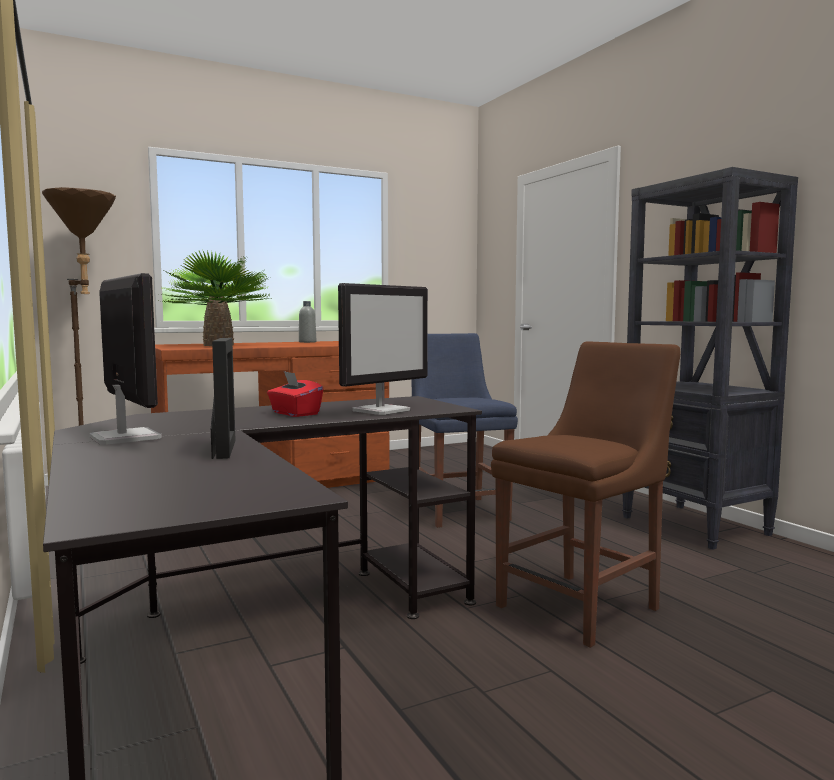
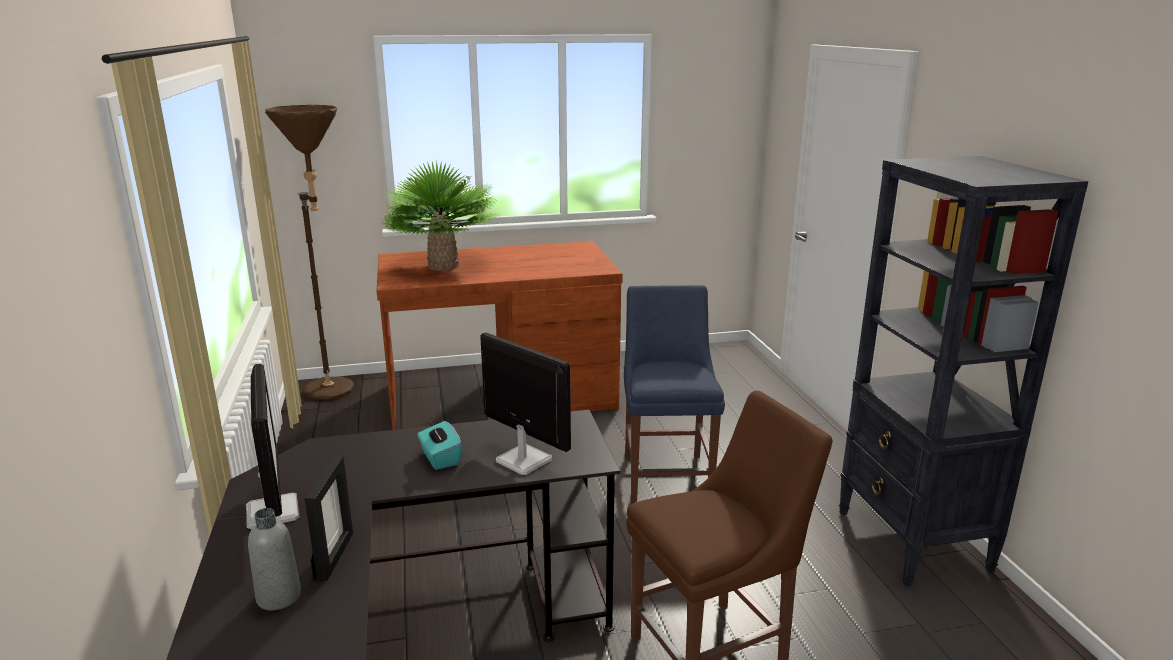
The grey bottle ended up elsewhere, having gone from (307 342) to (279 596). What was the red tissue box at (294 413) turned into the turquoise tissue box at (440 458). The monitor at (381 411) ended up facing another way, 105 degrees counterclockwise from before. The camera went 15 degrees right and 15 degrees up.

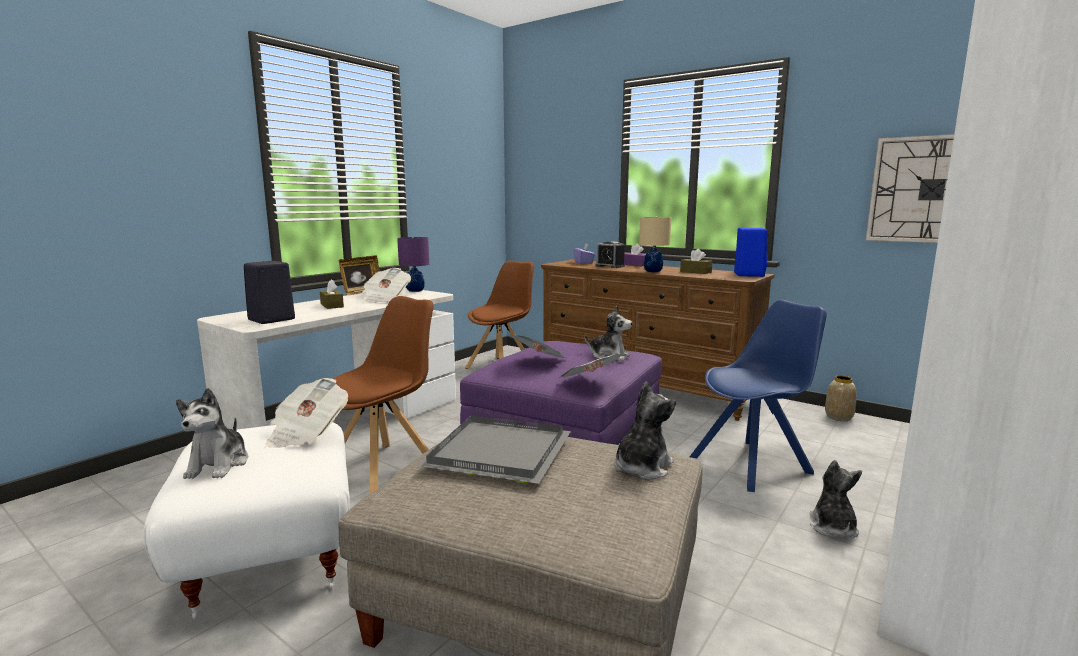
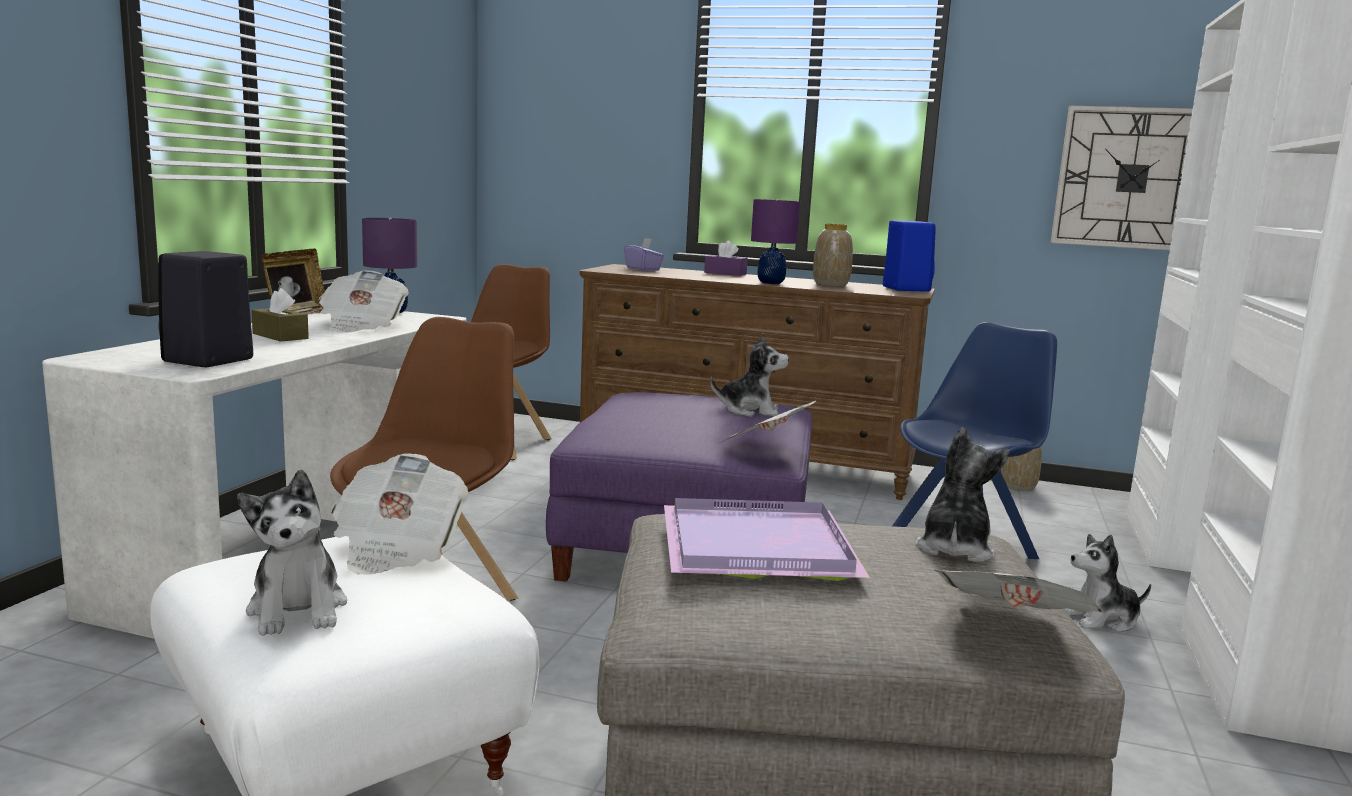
What was the grey tray at (500 454) turned into the purple tray at (761 548). What was the beige table lamp at (652 271) turned into the purple table lamp at (770 283). Where the brown tissue box stood at (695 272), the vase came to stand at (830 284). The newspaper ended up elsewhere, having gone from (540 362) to (1011 632). The plush toy at (832 527) ended up facing another way, 90 degrees counterclockwise from before. The second view lost the alarm clock at (610 266). The camera went 20 degrees left and 0 degrees up.

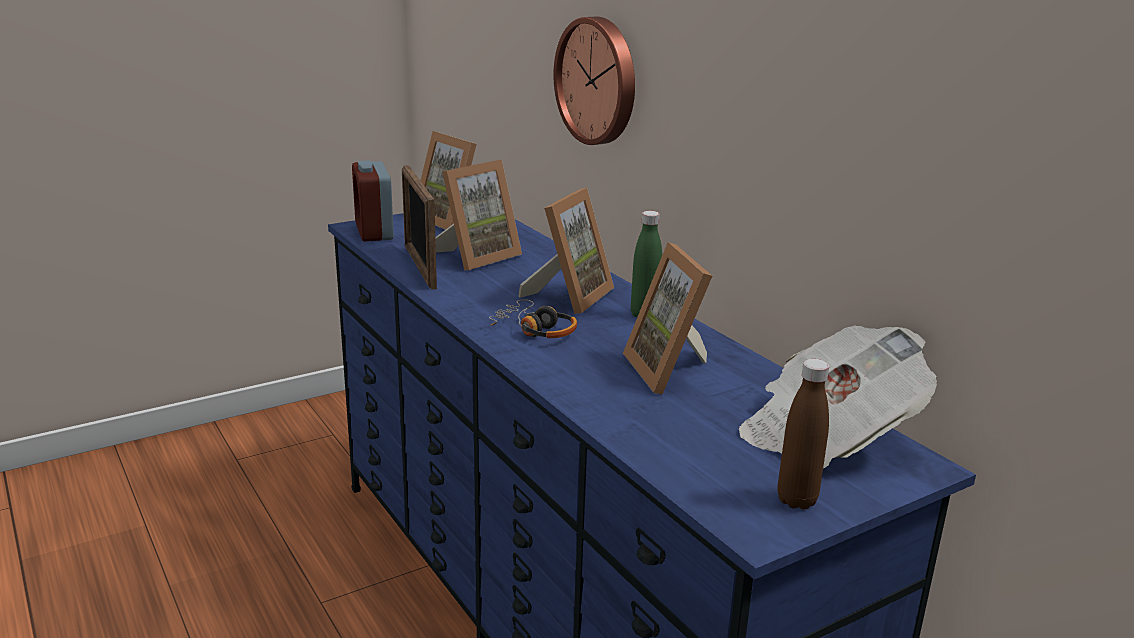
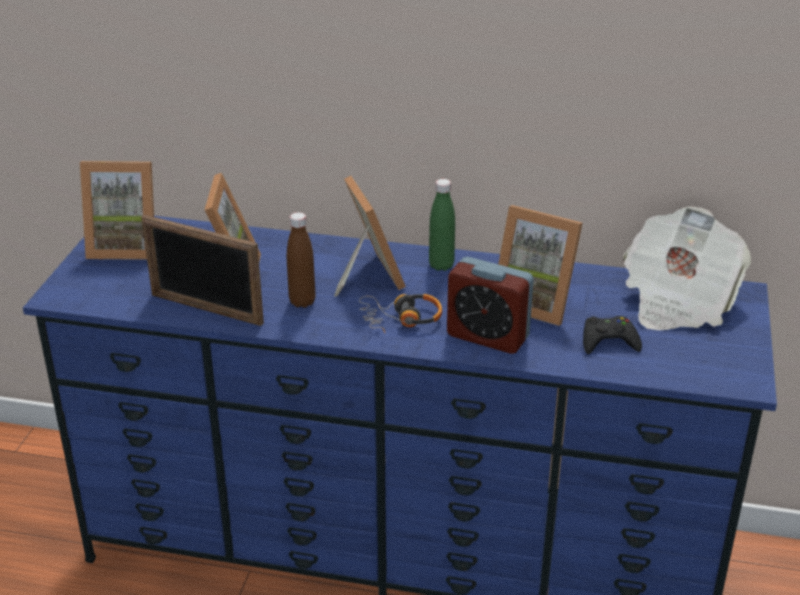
The brown bottle ended up elsewhere, having gone from (796 500) to (302 302). The alarm clock ended up elsewhere, having gone from (374 232) to (487 336). The second view gained the black game controller at (608 341). The second view lost the wall clock at (599 81). The camera went 45 degrees left and 10 degrees up.

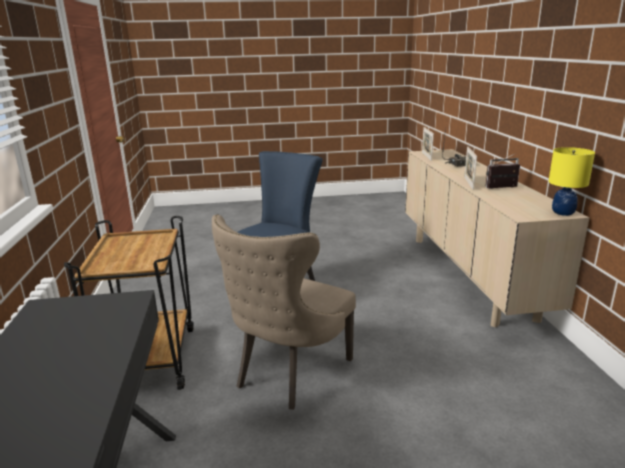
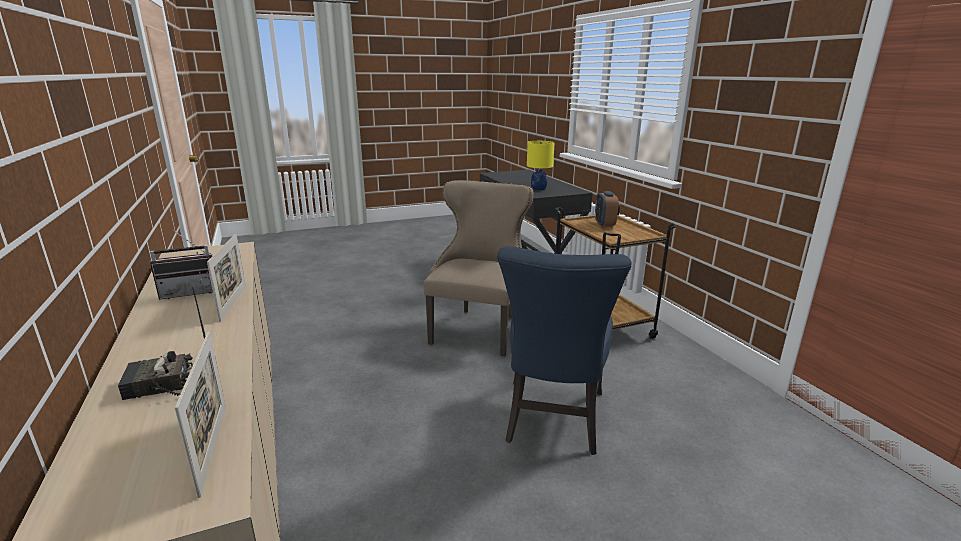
The yellow table lamp ended up elsewhere, having gone from (561 213) to (539 189). The second view gained the alarm clock at (604 224). The camera went 165 degrees right and 0 degrees up.

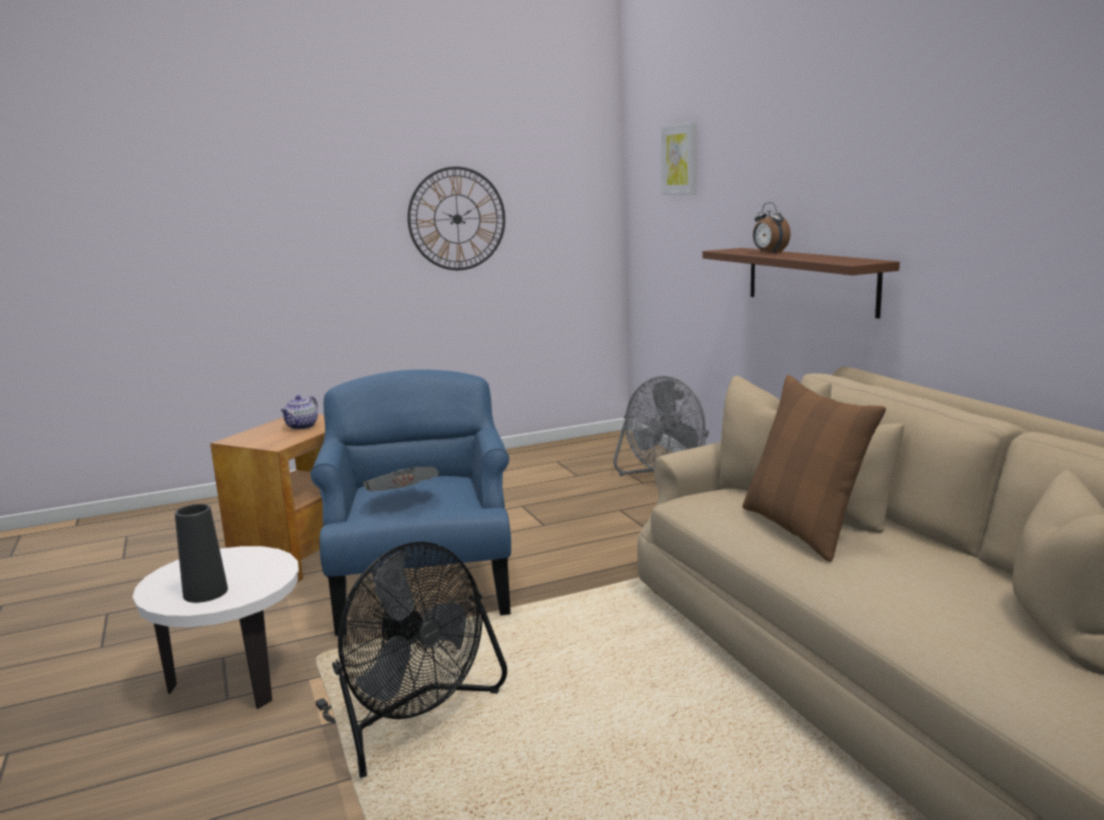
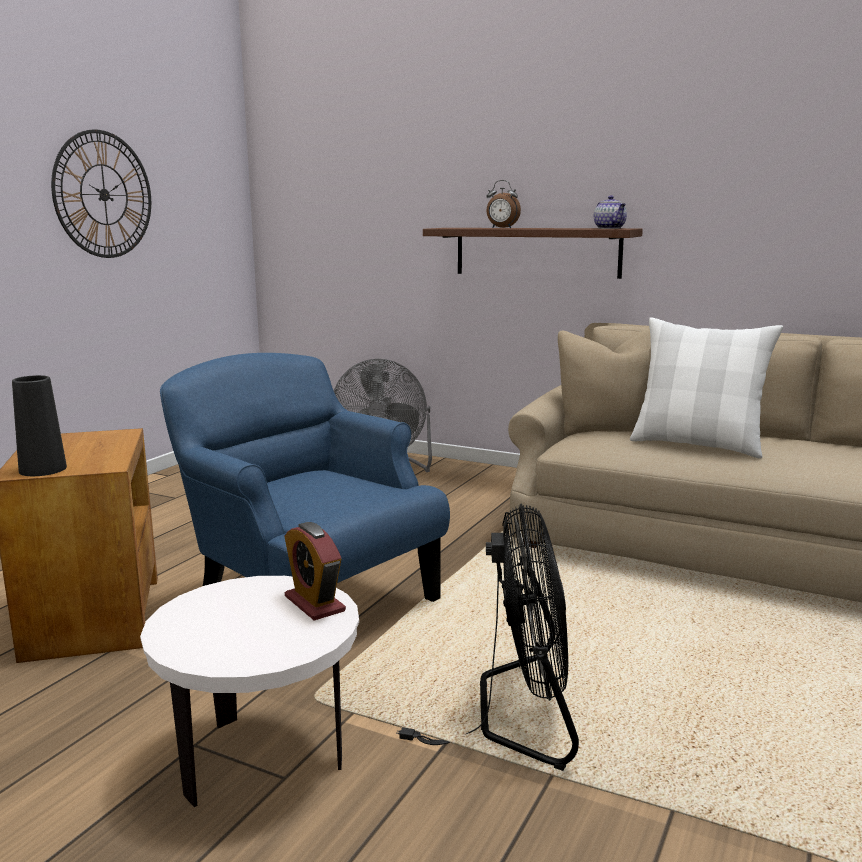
The black vase ended up elsewhere, having gone from (205 592) to (43 469). The second view gained the alarm clock at (314 604). The teapot ended up elsewhere, having gone from (301 427) to (610 228). What was the brown pillow at (802 529) turned into the white pillow at (698 445). The second view lost the newspaper at (403 500). The second view lost the picture at (680 159). The camera went 40 degrees left and 0 degrees up.

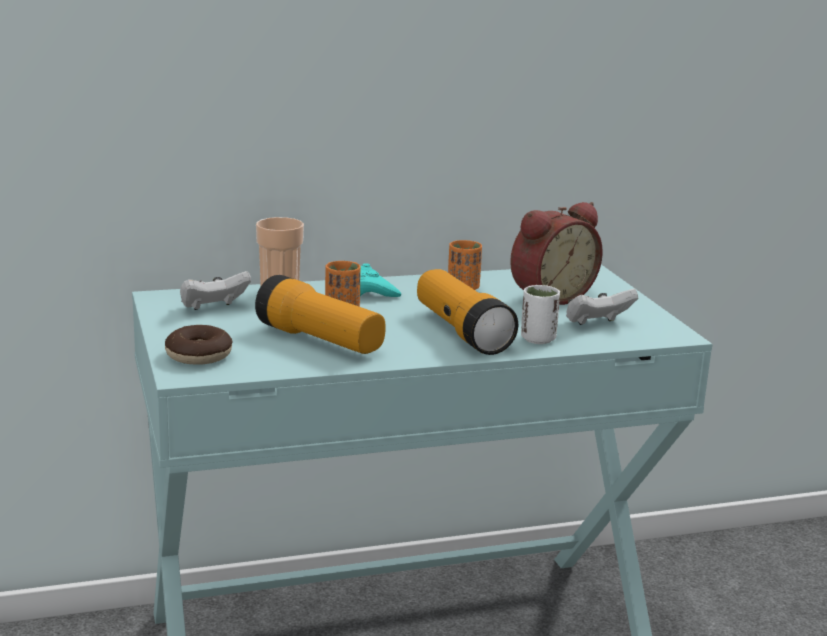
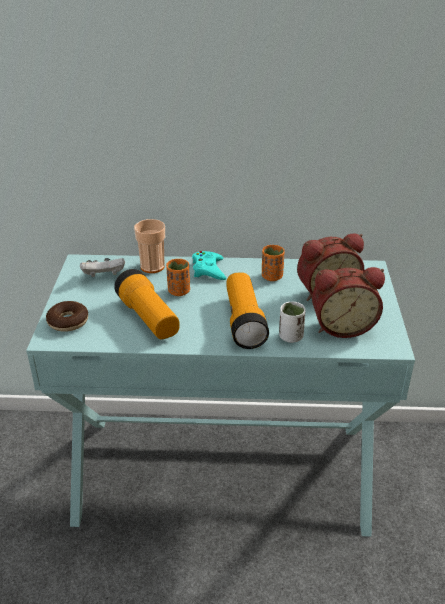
Where the white game controller stood at (597 324), the alarm clock came to stand at (342 326). The camera went 20 degrees right and 15 degrees up.

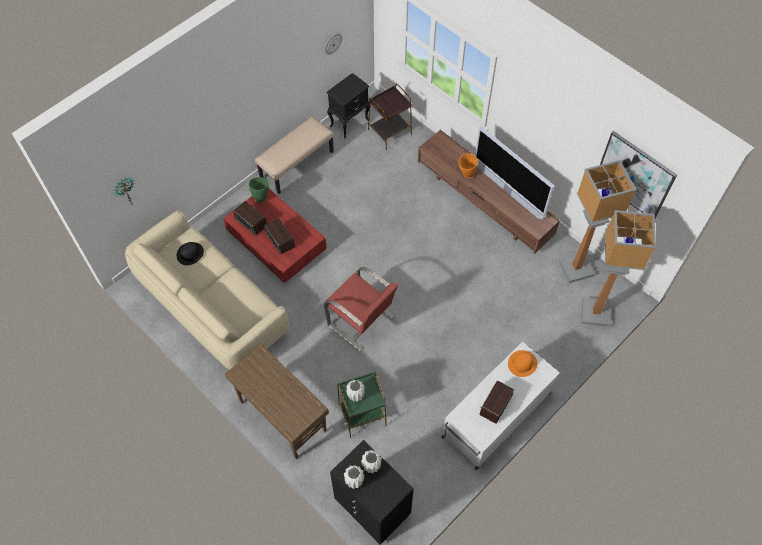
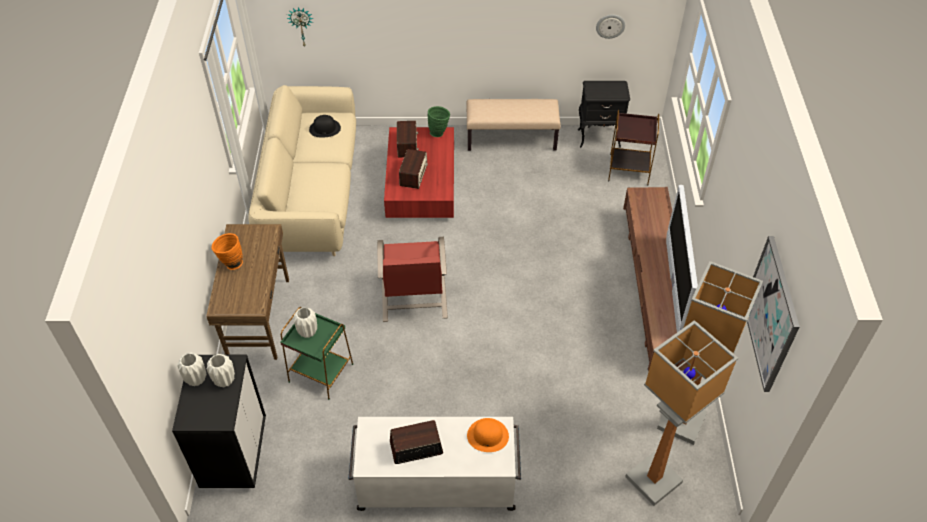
The orange vase ended up elsewhere, having gone from (466 175) to (231 263). The camera went 45 degrees right and 10 degrees down.

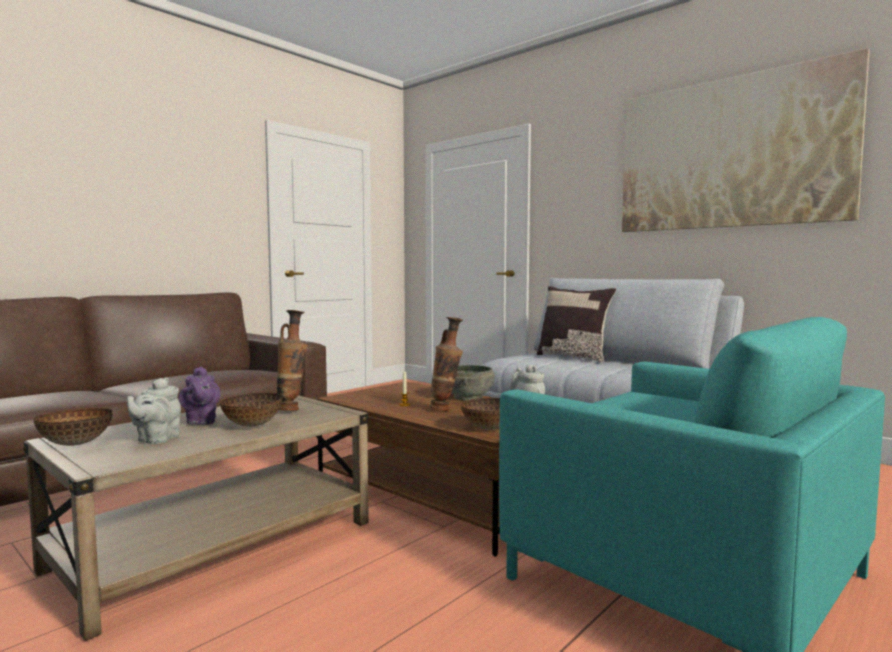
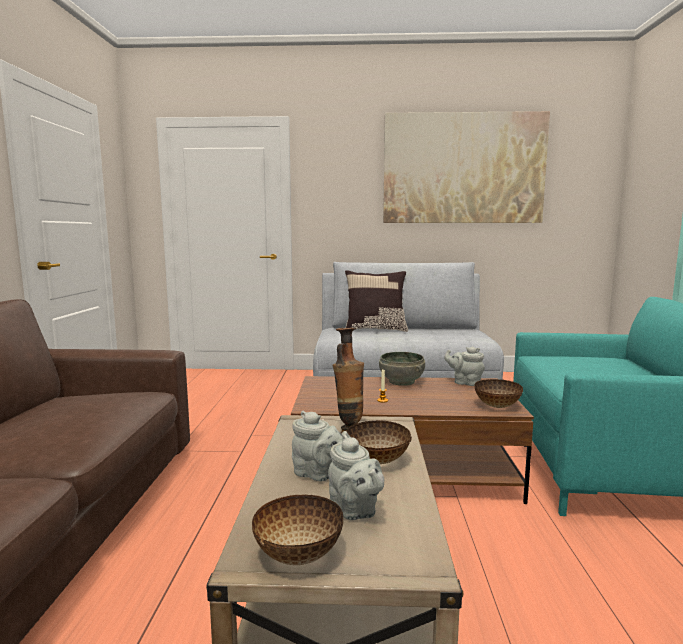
What was the purple teapot at (201 422) turned into the grey teapot at (319 474). The second view lost the vase at (446 410). The camera went 40 degrees left and 5 degrees up.

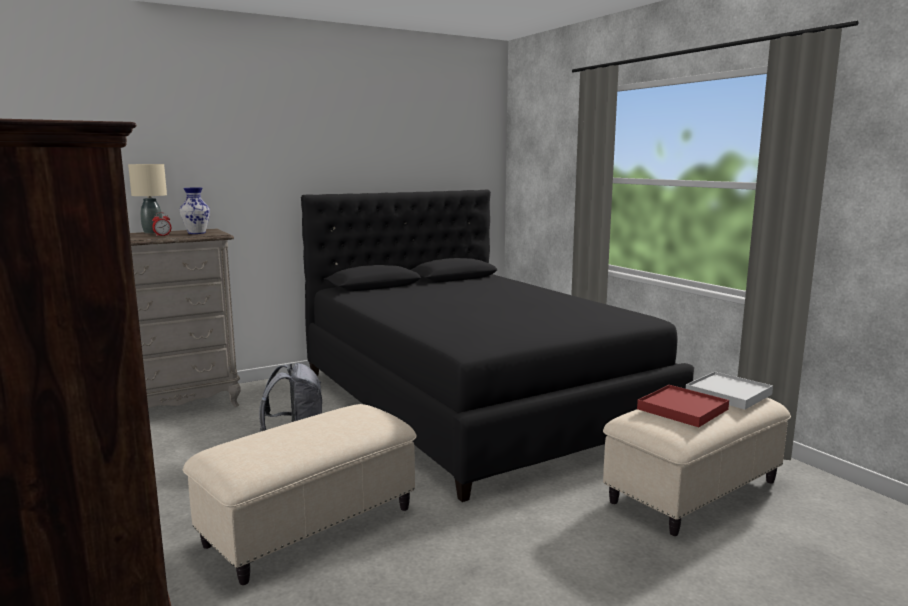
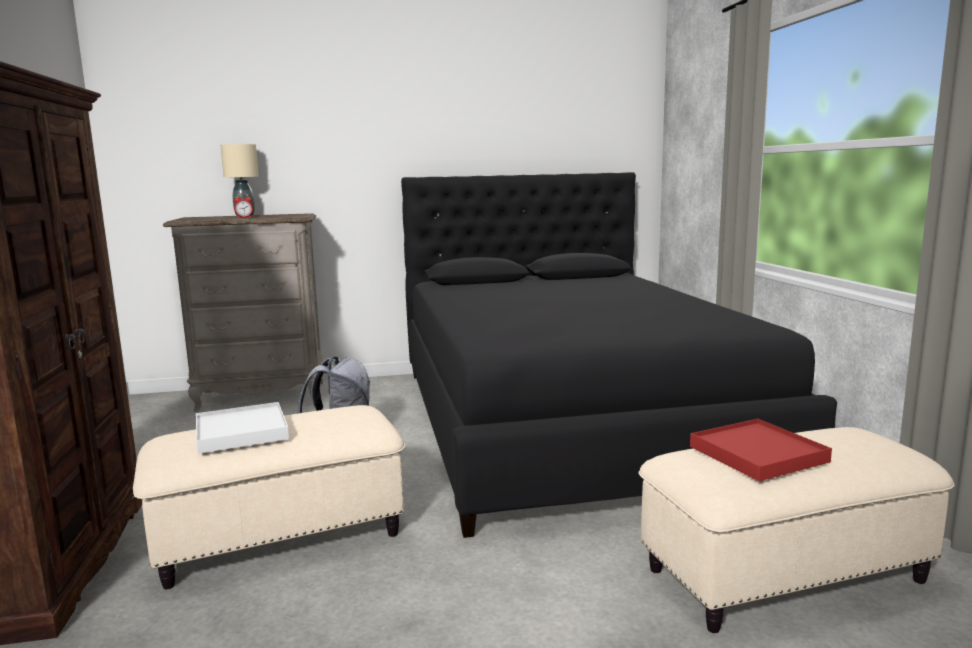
The white tray ended up elsewhere, having gone from (728 394) to (241 432). The second view lost the vase at (196 233). The camera went 20 degrees right and 0 degrees up.

